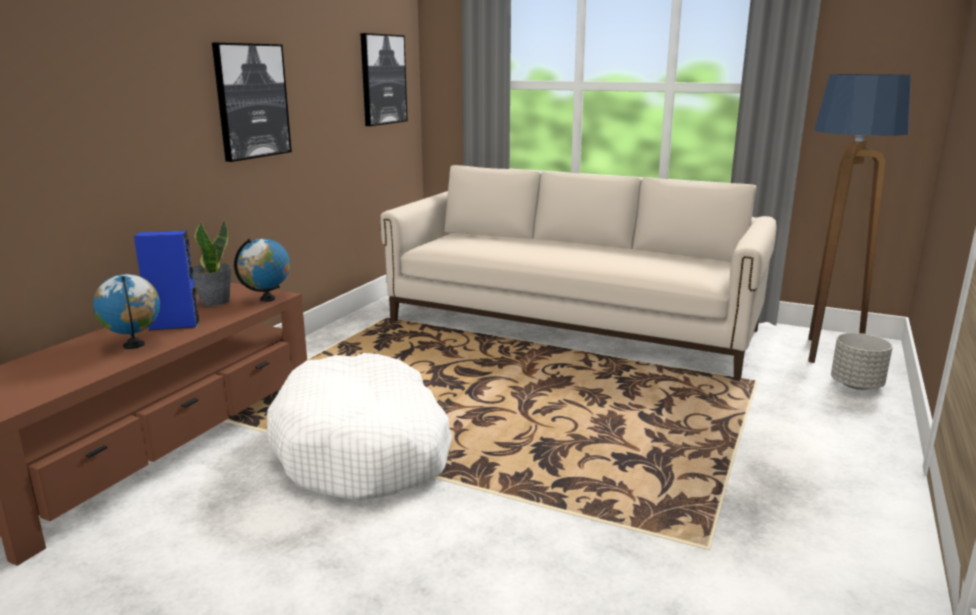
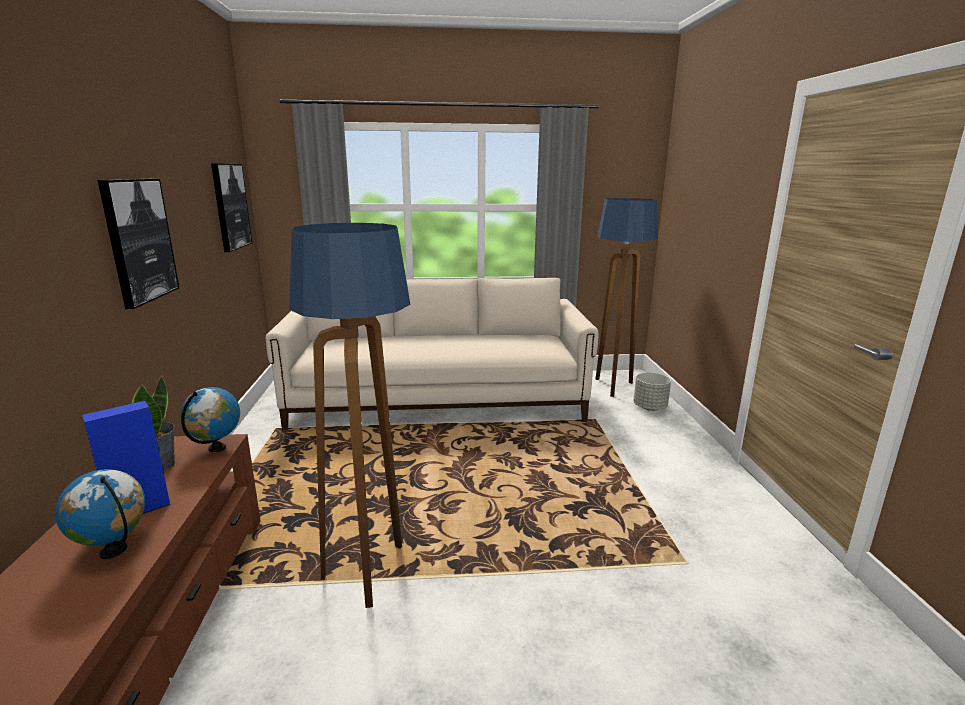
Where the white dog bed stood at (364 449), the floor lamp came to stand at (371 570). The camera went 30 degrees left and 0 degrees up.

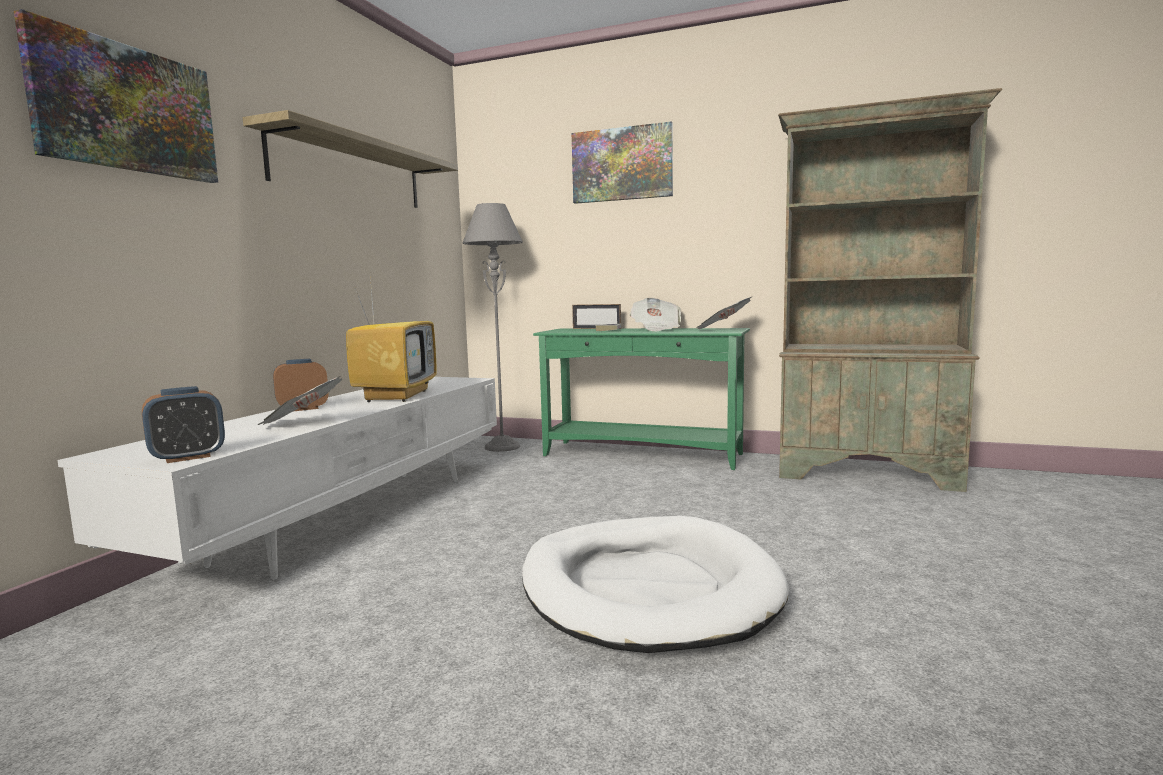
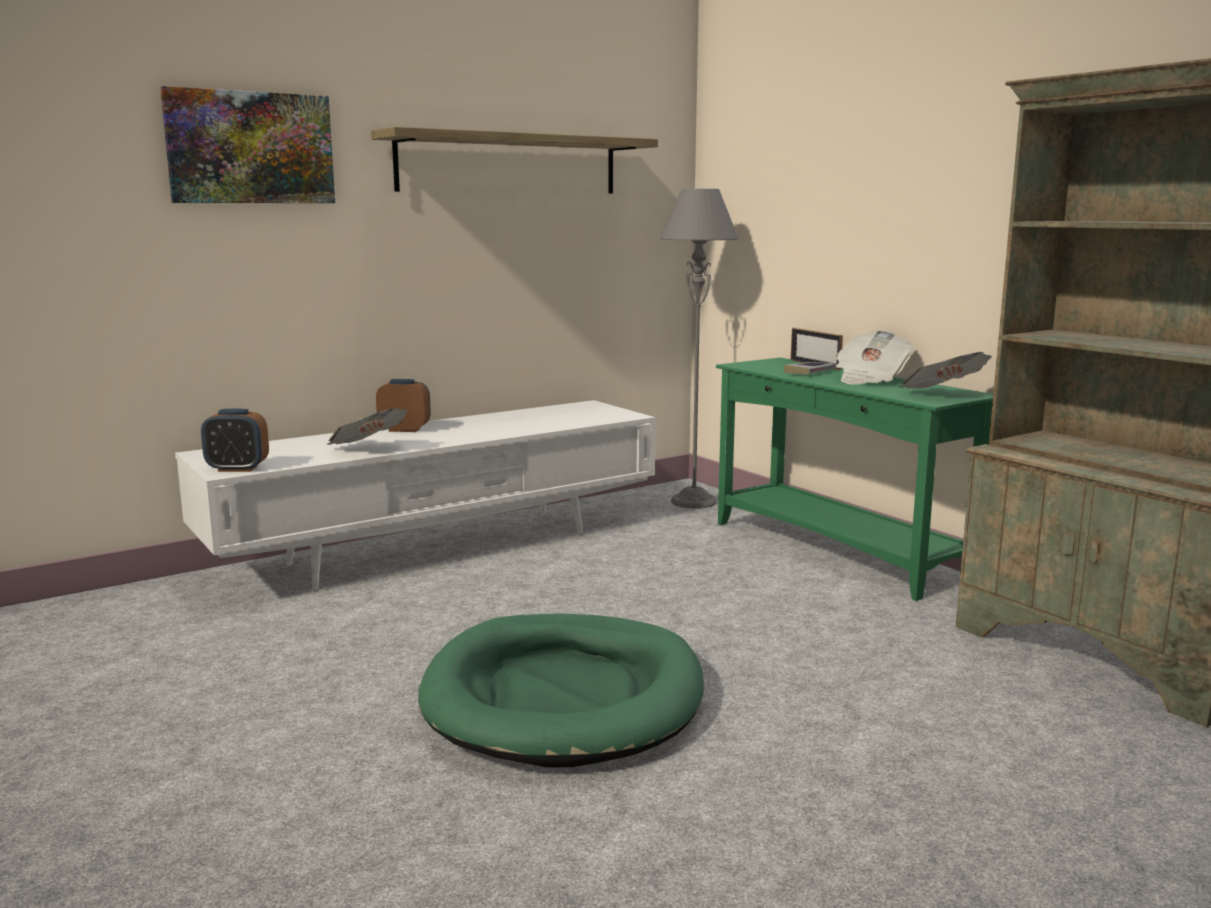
What was the white dog bed at (648 588) turned into the green dog bed at (564 697). The second view lost the television at (396 396). The second view lost the picture at (622 164). The camera went 35 degrees right and 5 degrees up.

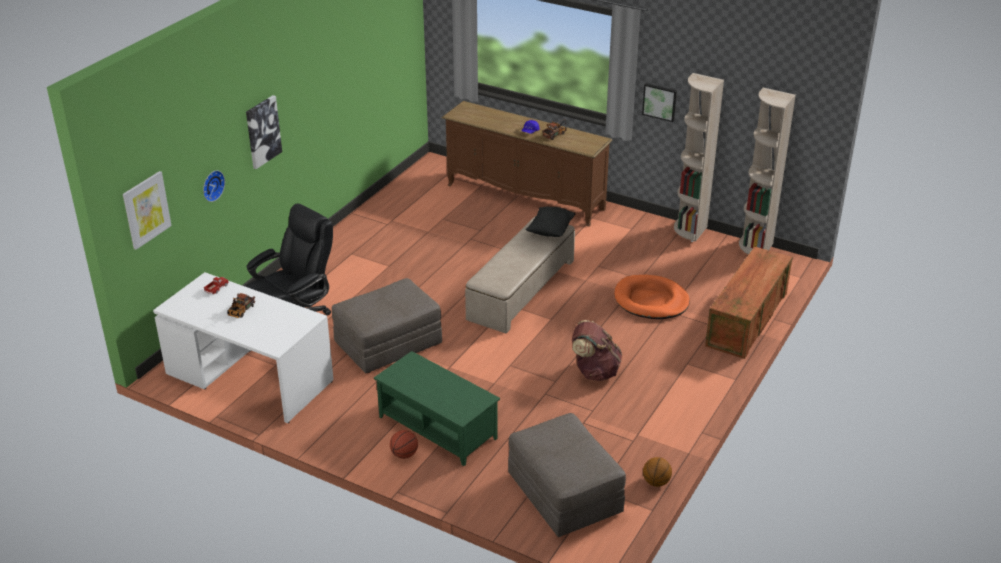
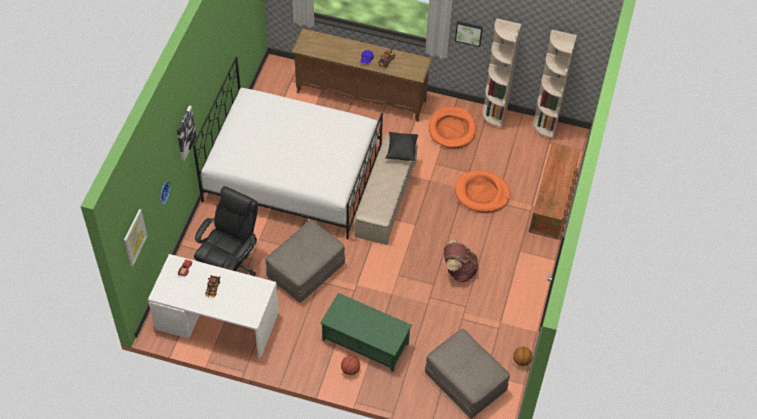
The second view gained the white bed at (292 174). The second view gained the orange dog bed at (452 129). The camera went 15 degrees left and 20 degrees up.

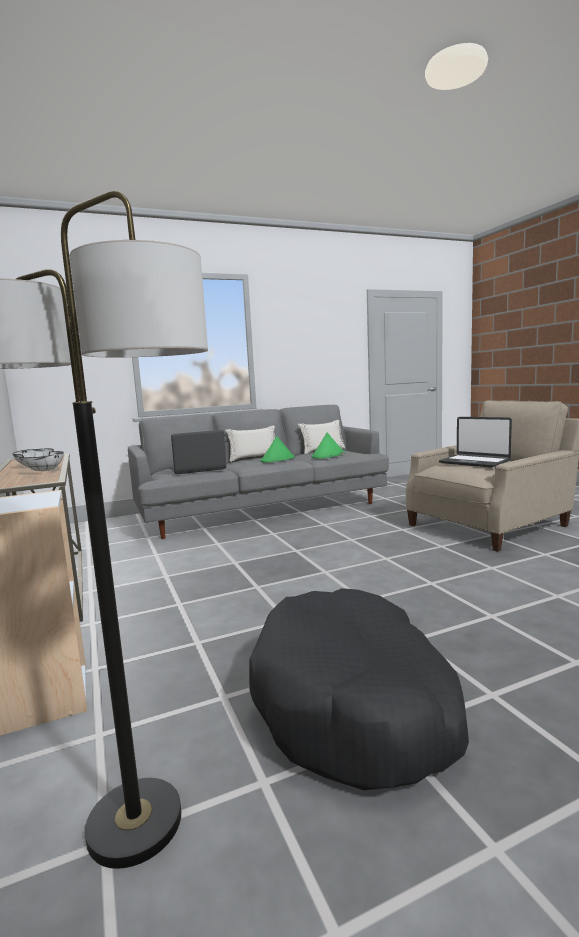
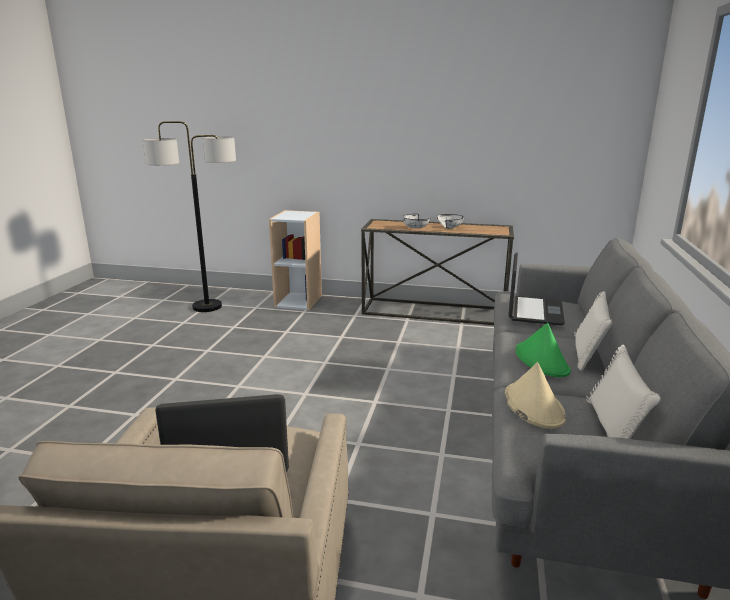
What was the green hat at (328 455) turned into the beige hat at (533 406). The second view lost the black dog bed at (355 703). The camera went 125 degrees right and 10 degrees up.

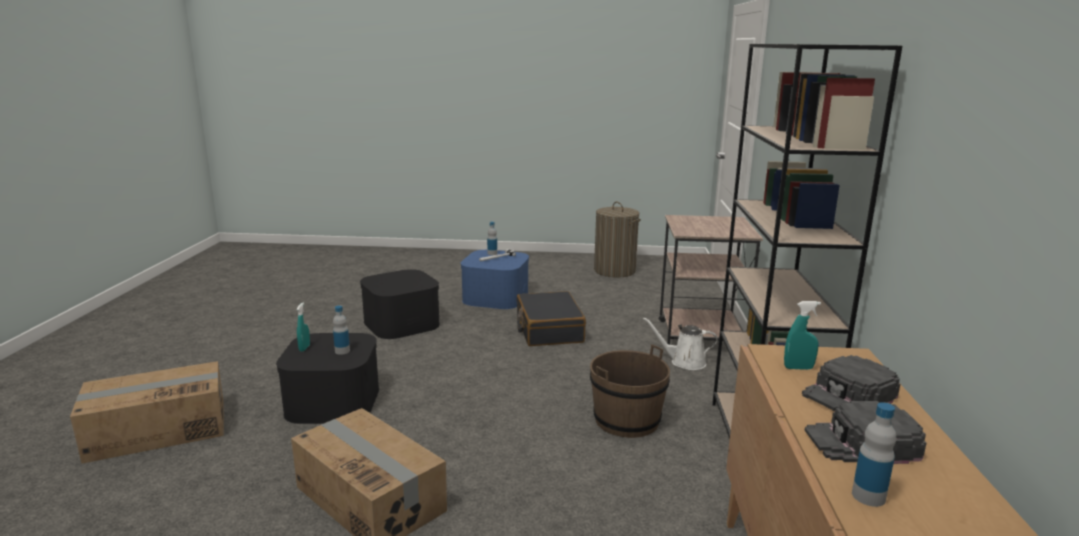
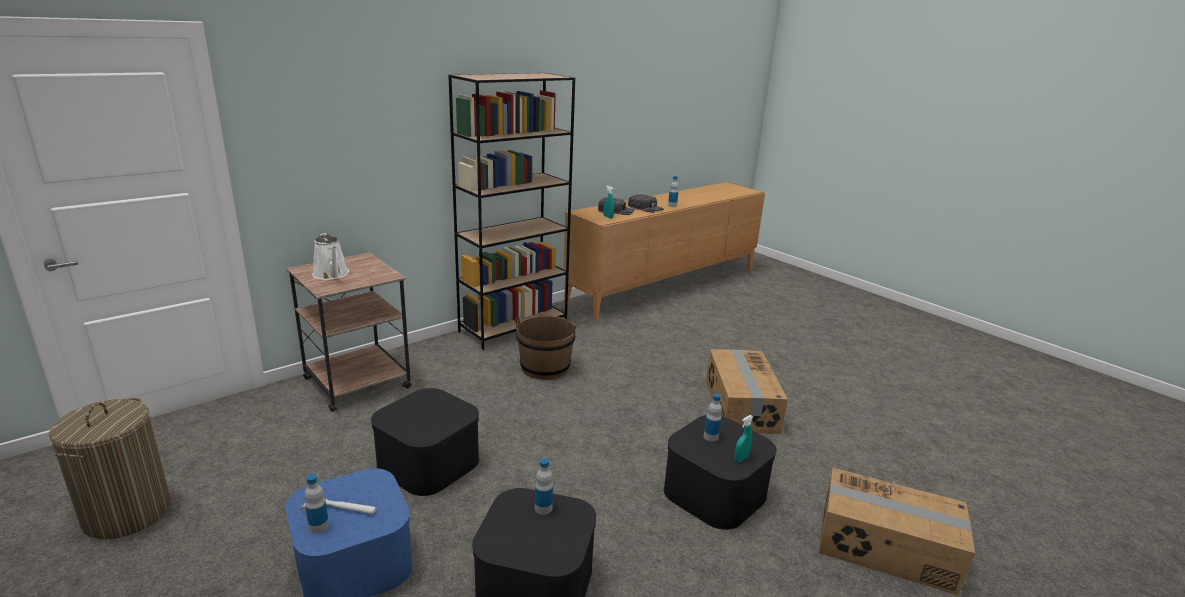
The white watering can ended up elsewhere, having gone from (684 362) to (331 274). Where the black suitcase stood at (548 330), the black storage box came to stand at (428 462). The second view gained the bottle at (543 508). The camera went 135 degrees left and 5 degrees up.

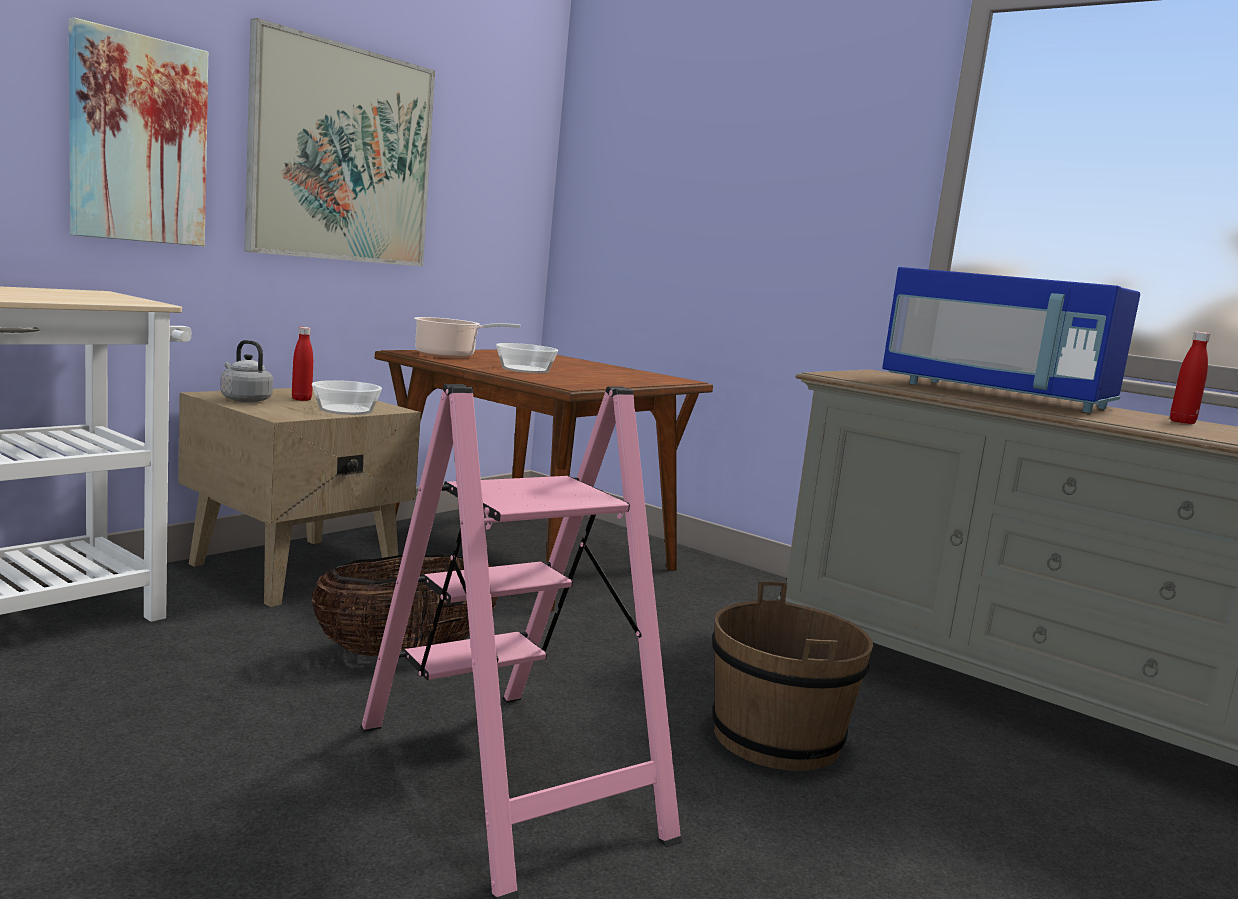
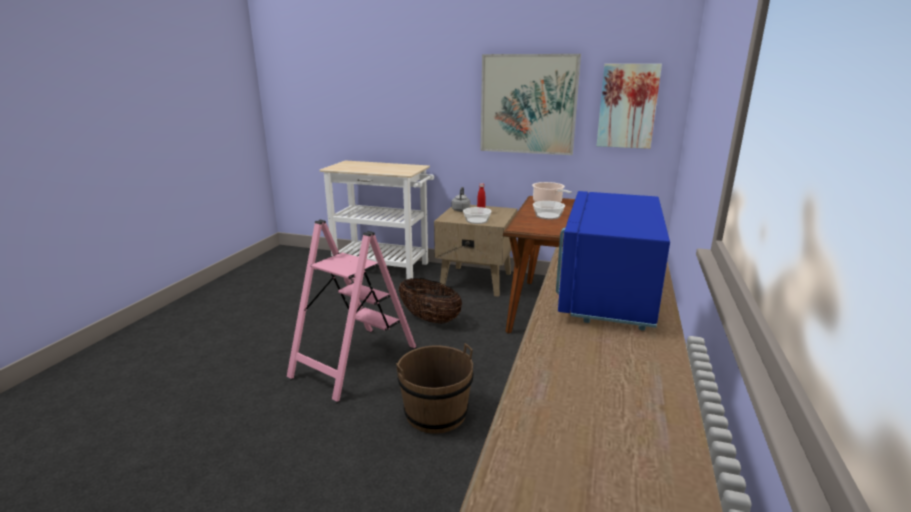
The picture ended up elsewhere, having gone from (138 140) to (627 106). The second view lost the red bottle at (1182 422). The camera went 70 degrees right and 10 degrees up.

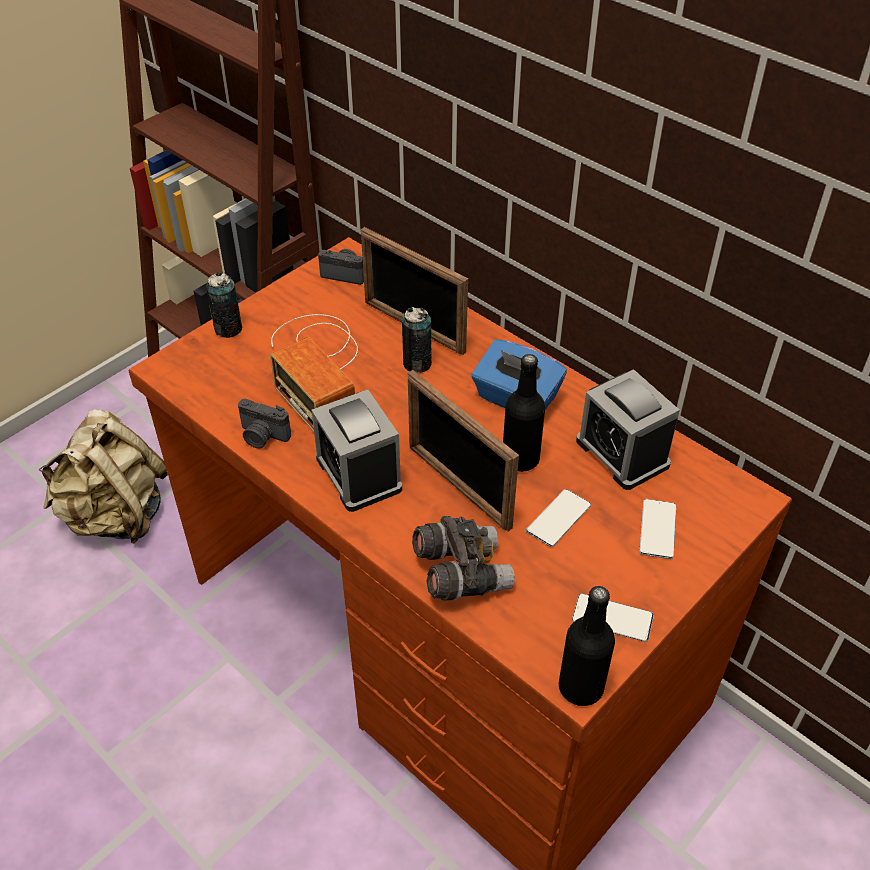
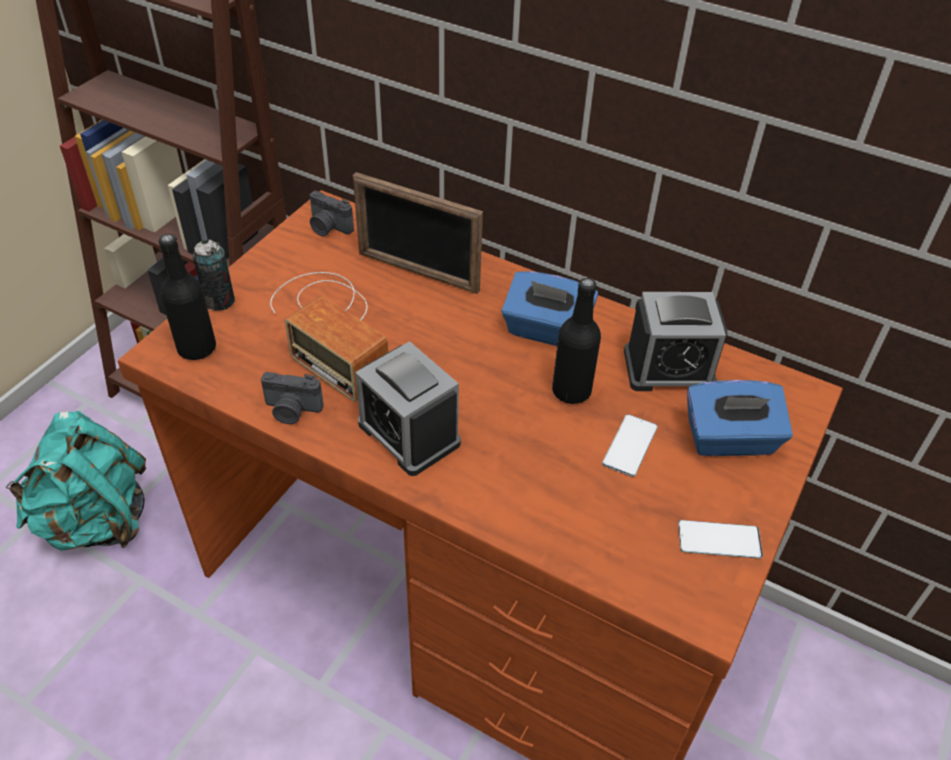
What was the beige backpack at (116 515) turned into the turquoise backpack at (97 521). The black bottle ended up elsewhere, having gone from (580 687) to (197 348). The photo camera at (344 274) ended up facing another way, 150 degrees counterclockwise from before. The alarm clock at (622 453) ended up facing another way, 45 degrees counterclockwise from before. Where the phone stood at (657 529), the blue tissue box came to stand at (730 439). The second view lost the can at (417 364). The second view lost the picture frame at (458 486). The second view lost the grey binoculars at (461 572). The camera went 15 degrees left and 0 degrees up.

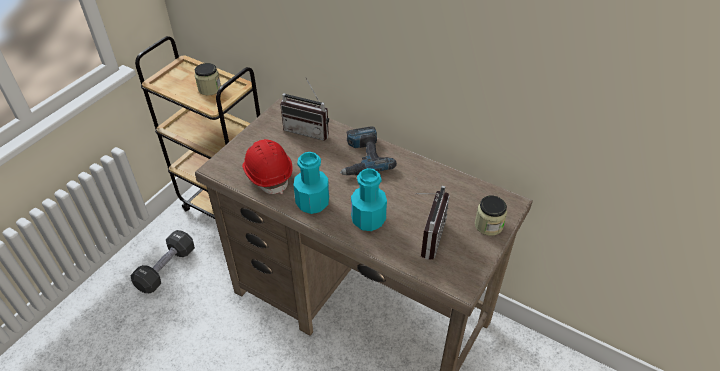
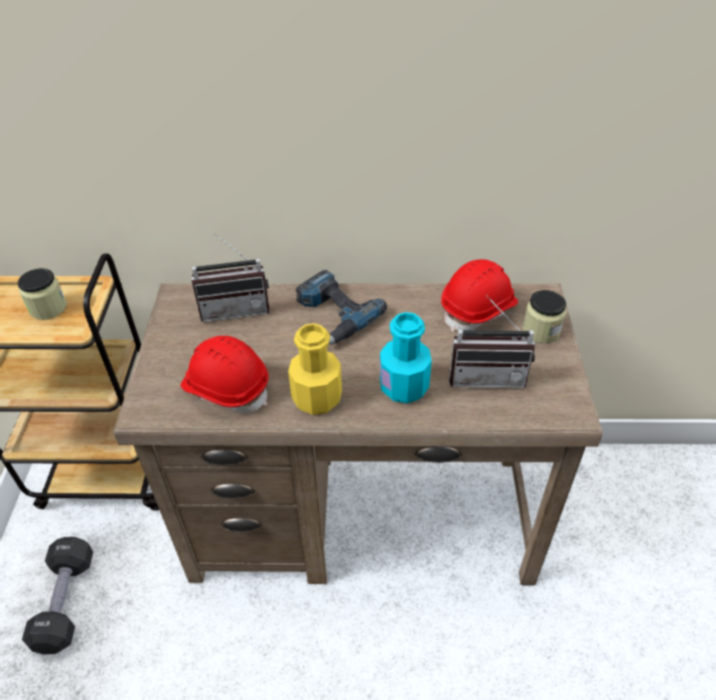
What was the turquoise bottle at (312 203) turned into the yellow bottle at (317 398). The second view gained the red hard hat at (478 309). The radio at (426 236) ended up facing another way, 105 degrees clockwise from before. The camera went 30 degrees left and 0 degrees up.

